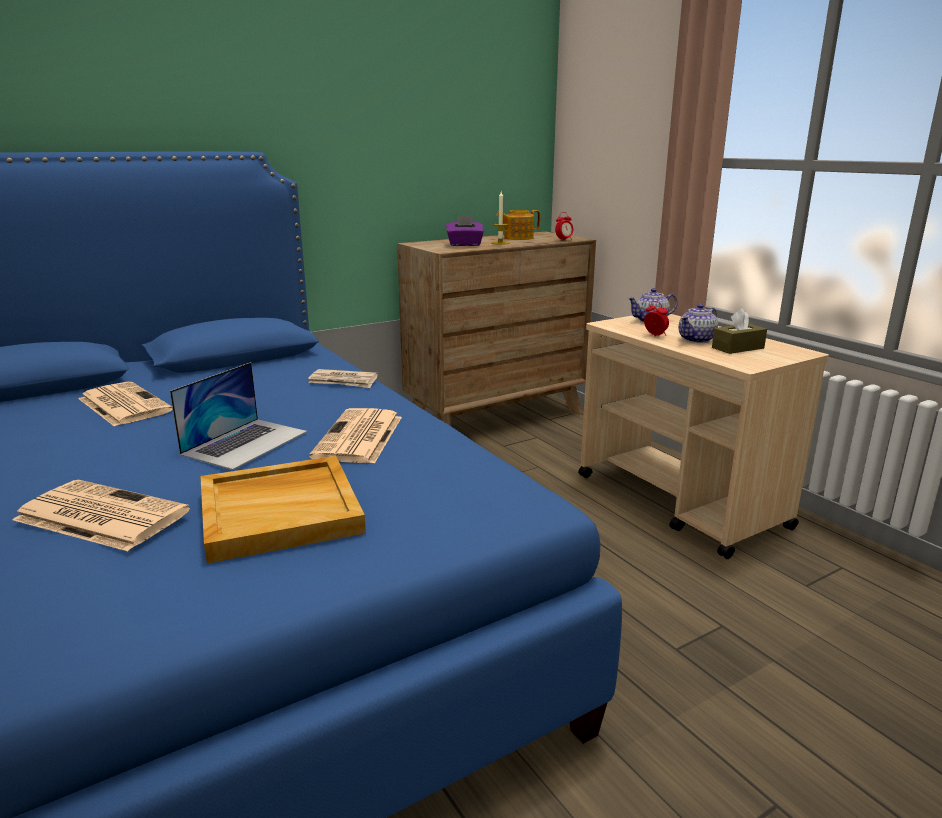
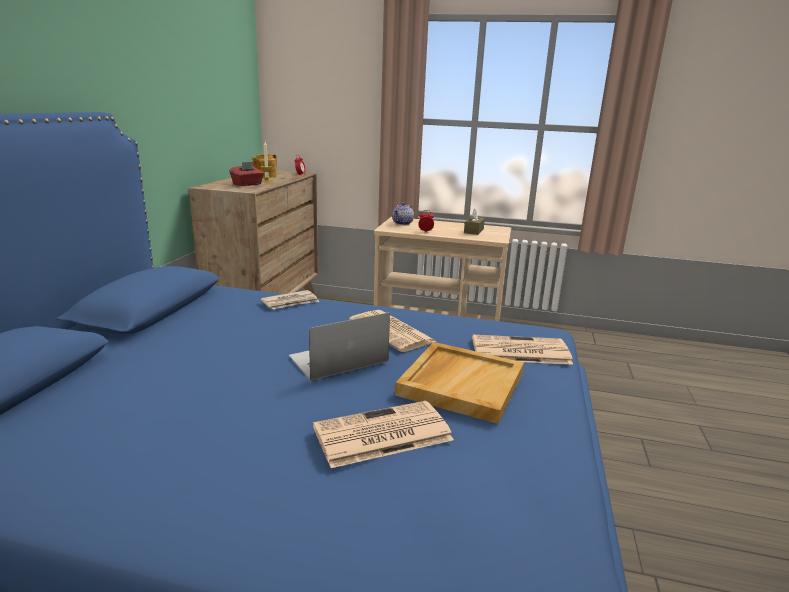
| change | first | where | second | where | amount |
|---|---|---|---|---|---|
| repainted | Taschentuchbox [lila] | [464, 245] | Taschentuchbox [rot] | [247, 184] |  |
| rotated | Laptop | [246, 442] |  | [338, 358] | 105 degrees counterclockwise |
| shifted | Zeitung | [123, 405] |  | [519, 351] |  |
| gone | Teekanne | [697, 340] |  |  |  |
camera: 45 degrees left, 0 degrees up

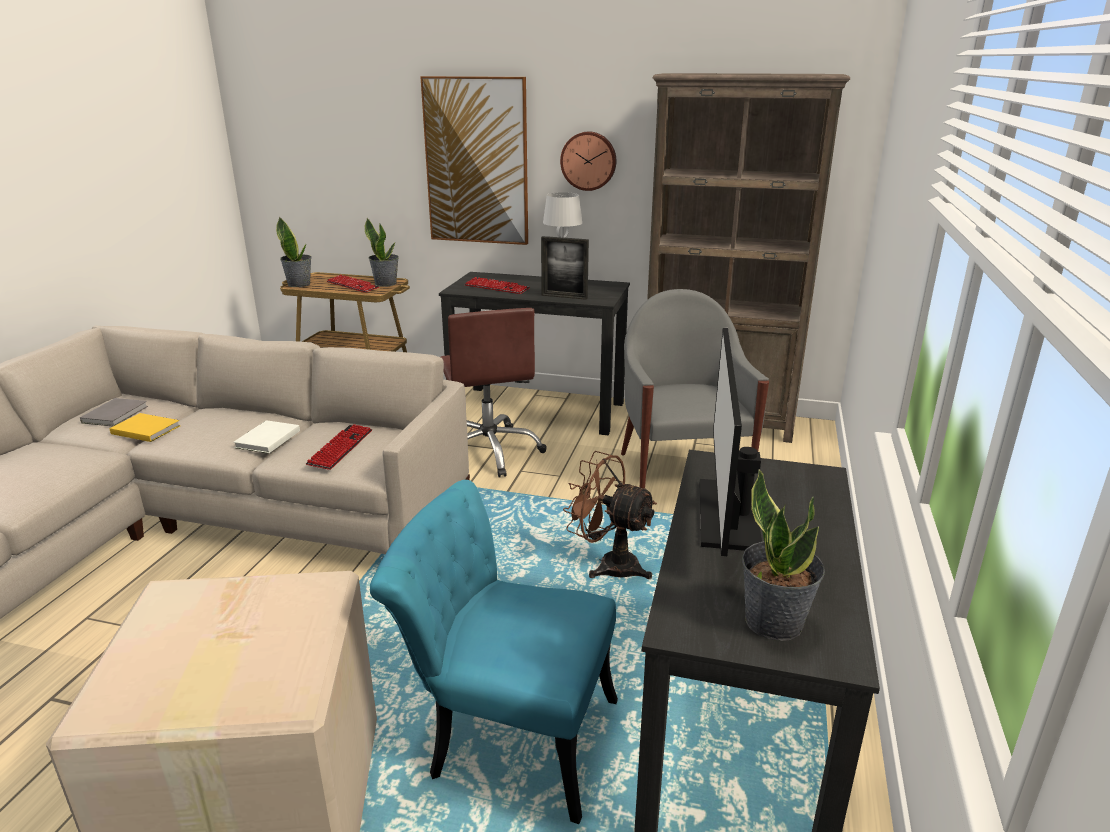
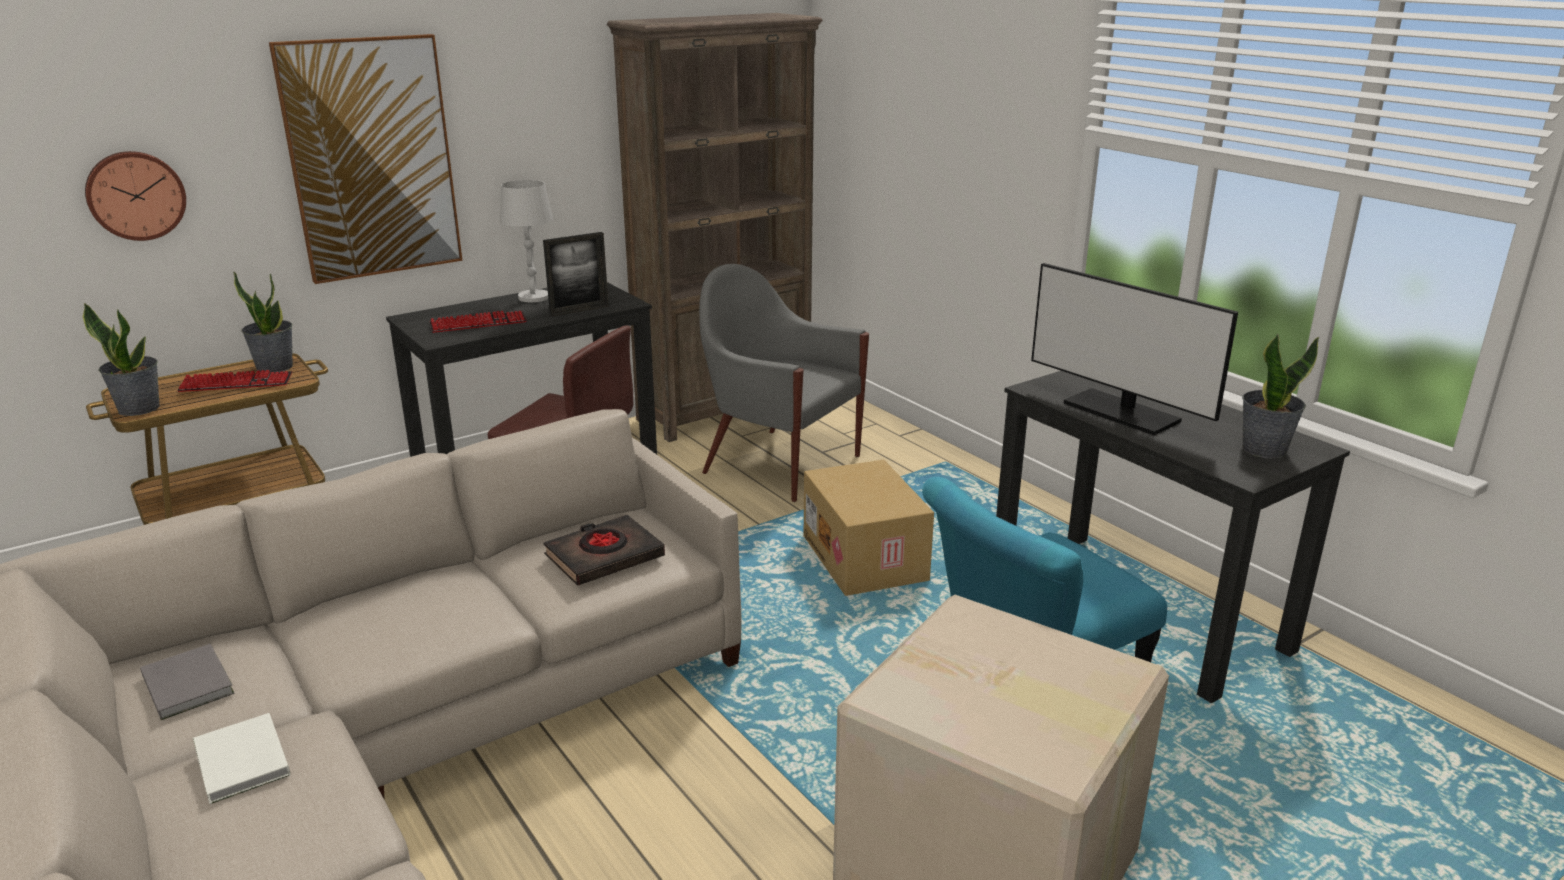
| change | first | where | second | where | amount |
|---|---|---|---|---|---|
| shifted | Wanduhr | [589, 161] |  | [135, 195] |  |
| shifted | Buch [weiß] | [266, 440] |  | [241, 763] |  |
| swapped | Tastatur | [340, 448] | Buch [schwarz] | [604, 557] |  |
| swapped | Ventilator [braun] | [609, 564] | Karton | [866, 559] |  |
| gone | Buch [gelb] | [145, 429] |  |  |  |
camera: 50 degrees left, 0 degrees up

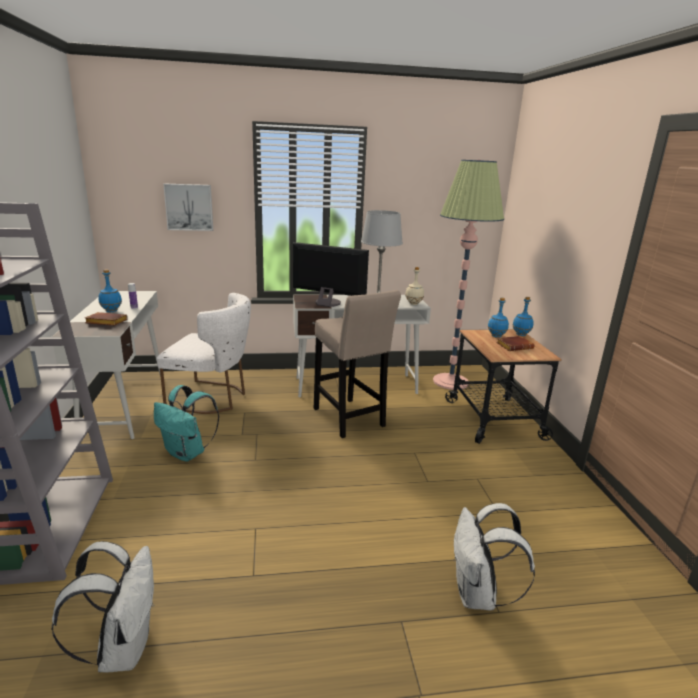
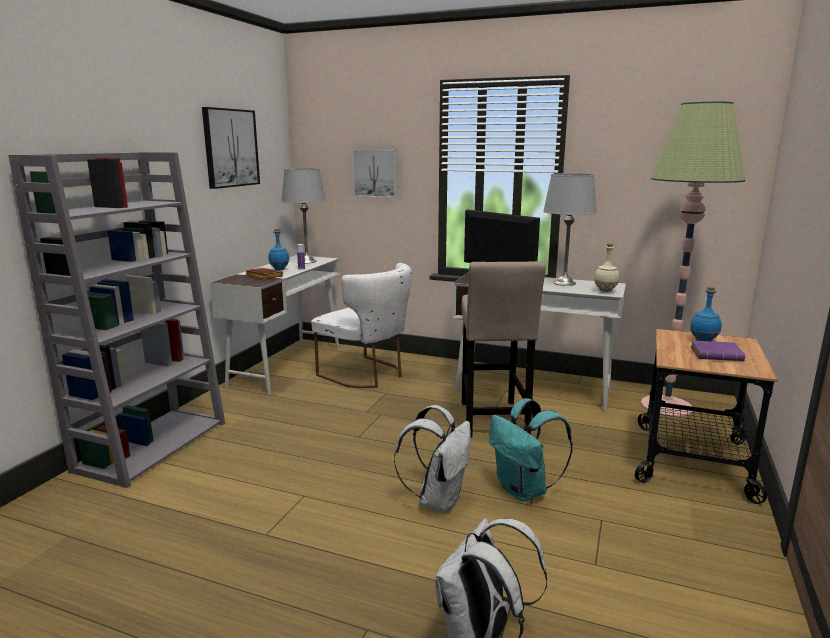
| change | first | where | second | where | amount |
|---|---|---|---|---|---|
| new |  |  | Bild | [230, 148] |  |
| new |  |  | Tischlampe [grau] | [306, 261] |  |
| shifted | Rucksack [weiß] | [123, 647] |  | [438, 500] |  |
| shifted | Rucksack [türkis] | [188, 453] |  | [524, 490] |  |
| repainted | Buch [braun] | [514, 346] | Buch [lila] | [717, 355] |  |
| gone | Flasche [blau] | [521, 335] |  |  |  |
camera: 30 degrees right, 5 degrees down

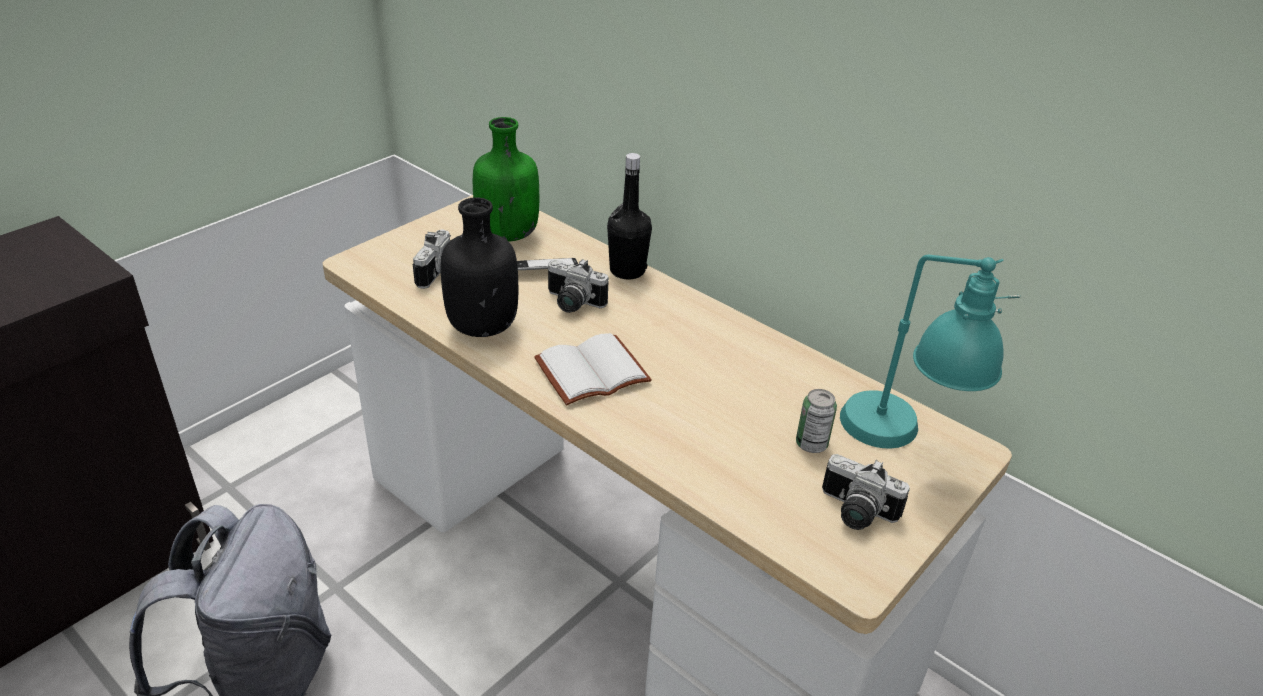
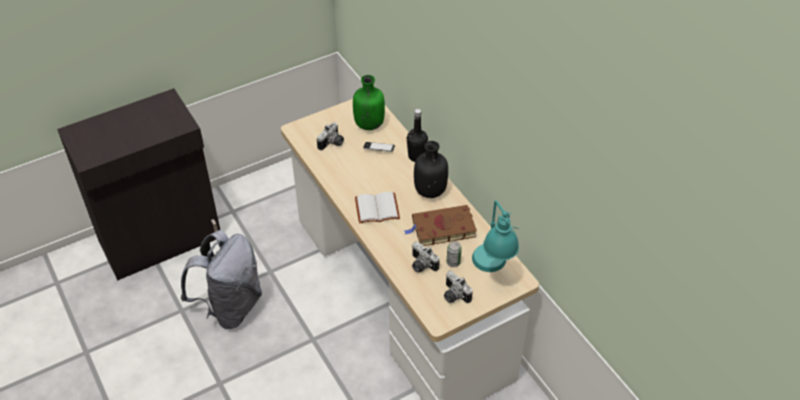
| change | first | where | second | where | amount |
|---|---|---|---|---|---|
| new |  |  | Buch [braun] | [442, 229] |  |
| shifted | Kamera | [572, 304] |  | [421, 265] |  |
| shifted | Flasche [schwarz] | [481, 326] |  | [429, 190] |  |
camera: 20 degrees right, 10 degrees up

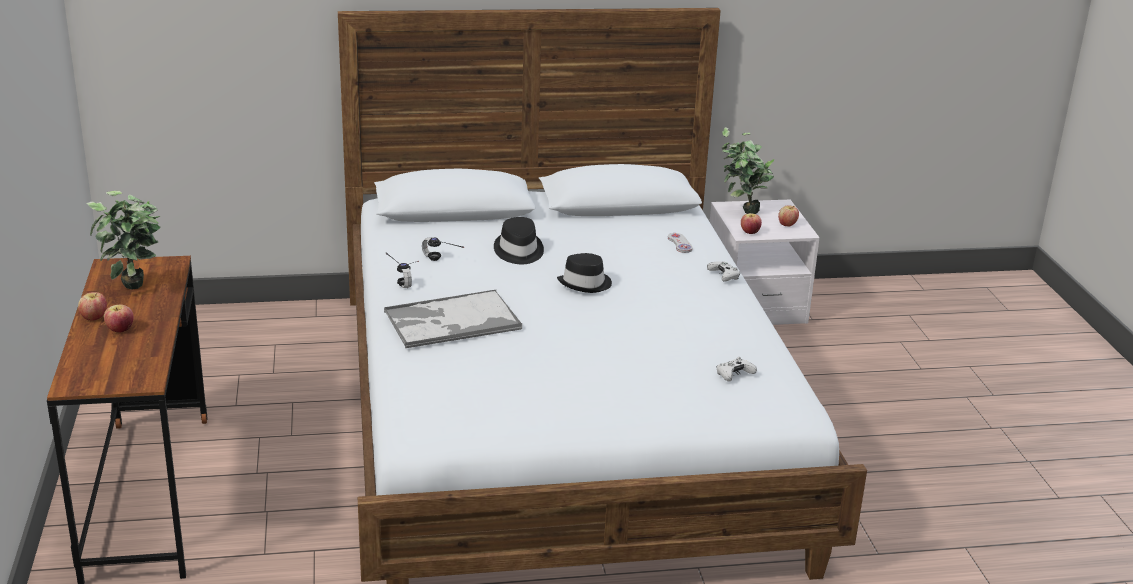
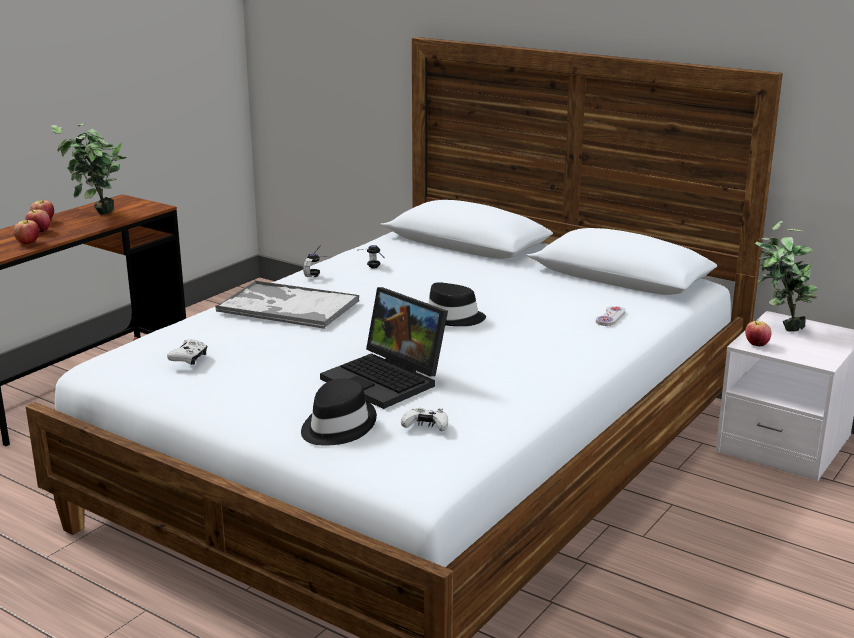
| change | first | where | second | where | amount |
|---|---|---|---|---|---|
| shifted | Apfel | [787, 225] |  | [28, 243] |  |
| shifted | Gamepad [weiß] | [724, 276] |  | [189, 358] |  |
| shifted | Hut [schwarz] | [518, 251] |  | [337, 426] |  |
| new |  |  | Laptop | [387, 380] |  |
camera: 45 degrees right, 5 degrees down

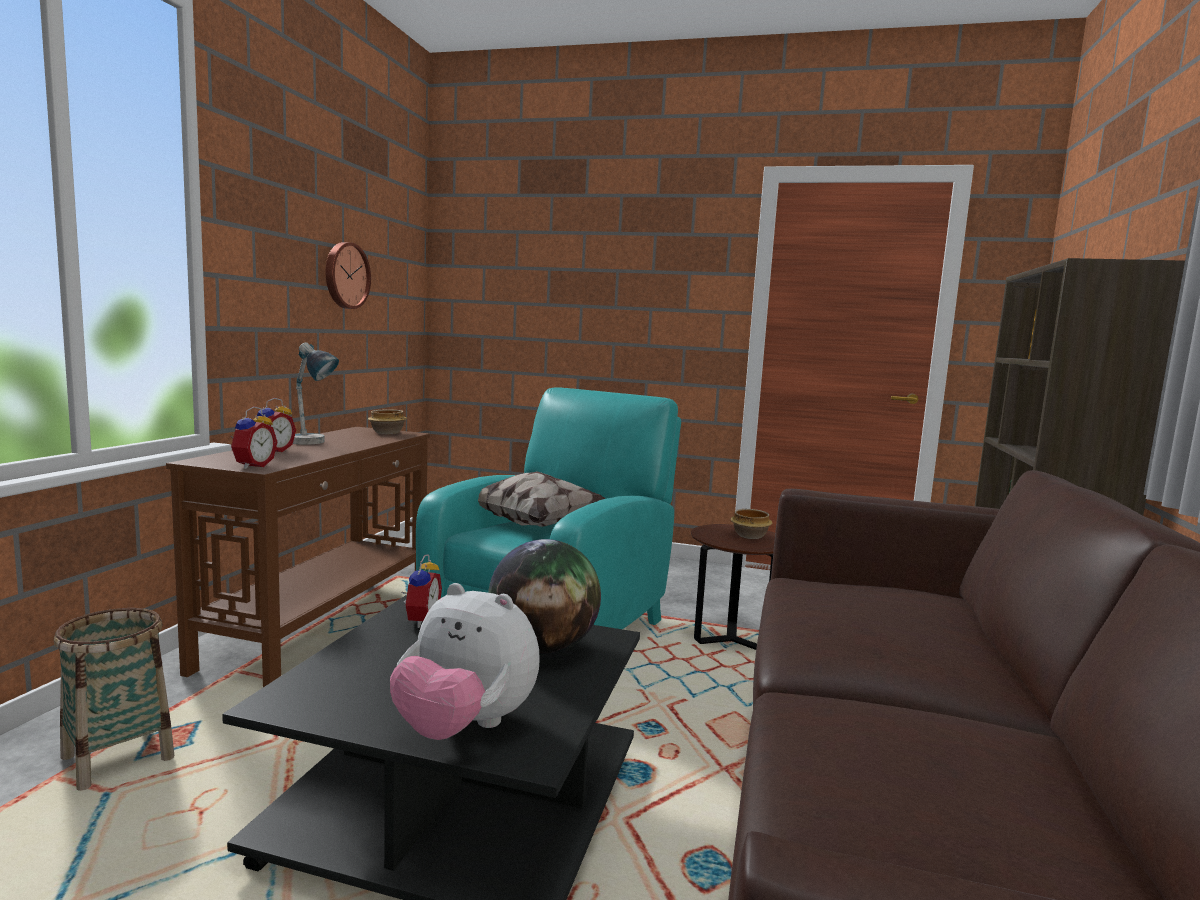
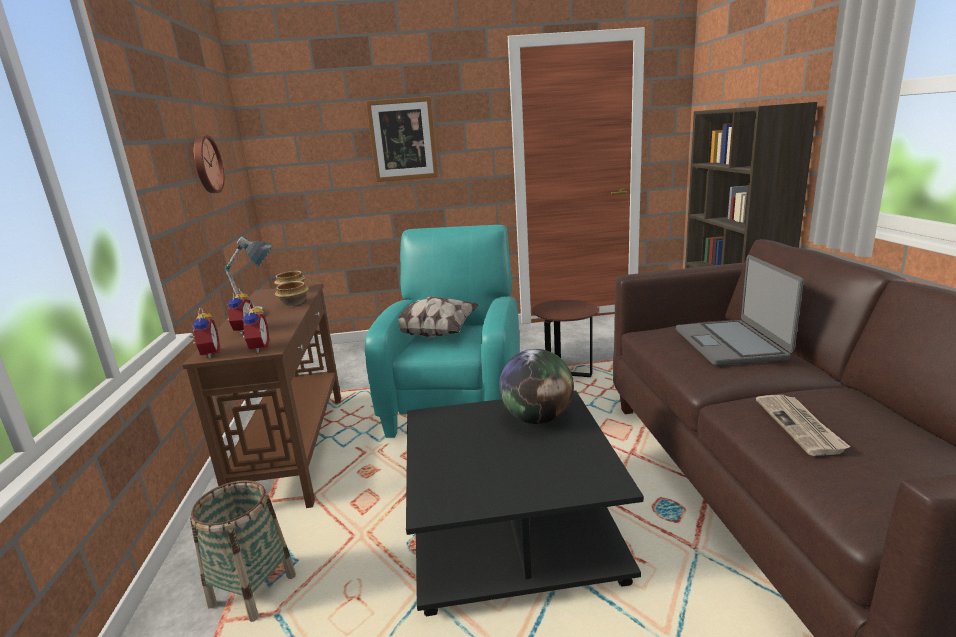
| change | first | where | second | where | amount |
|---|---|---|---|---|---|
| shifted | Wecker | [420, 620] |  | [208, 354] |  |
| shifted | Schüssel | [751, 536] |  | [294, 303] |  |
| new |  |  | Bild | [403, 139] |  |
| new |  |  | Laptop | [731, 344] |  |
| new |  |  | Zeitung | [800, 426] |  |
| gone | Plüschtier | [464, 727] |  |  |  |
camera: 20 degrees left, 10 degrees up

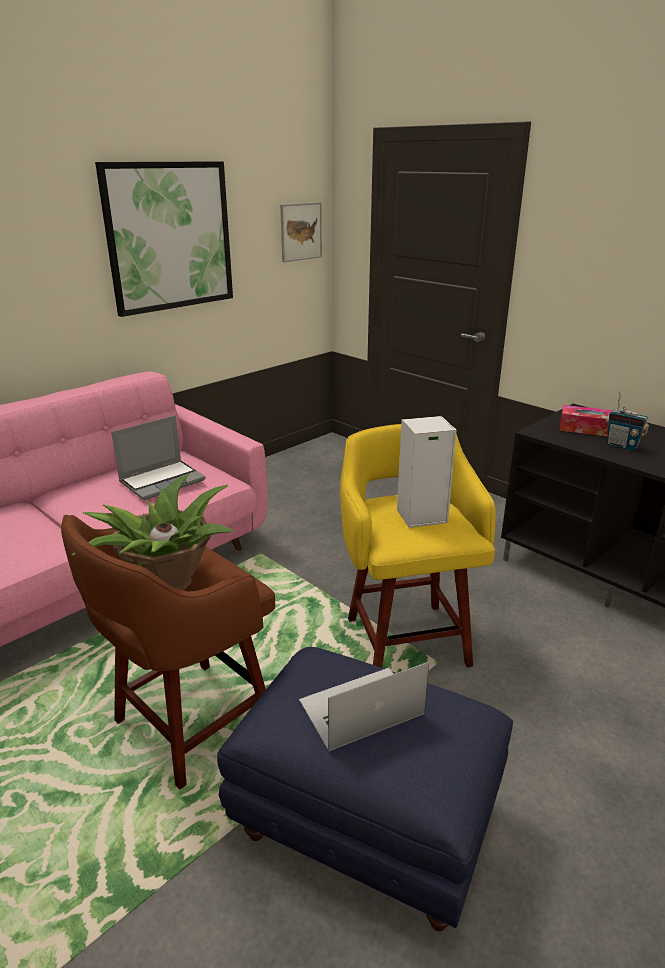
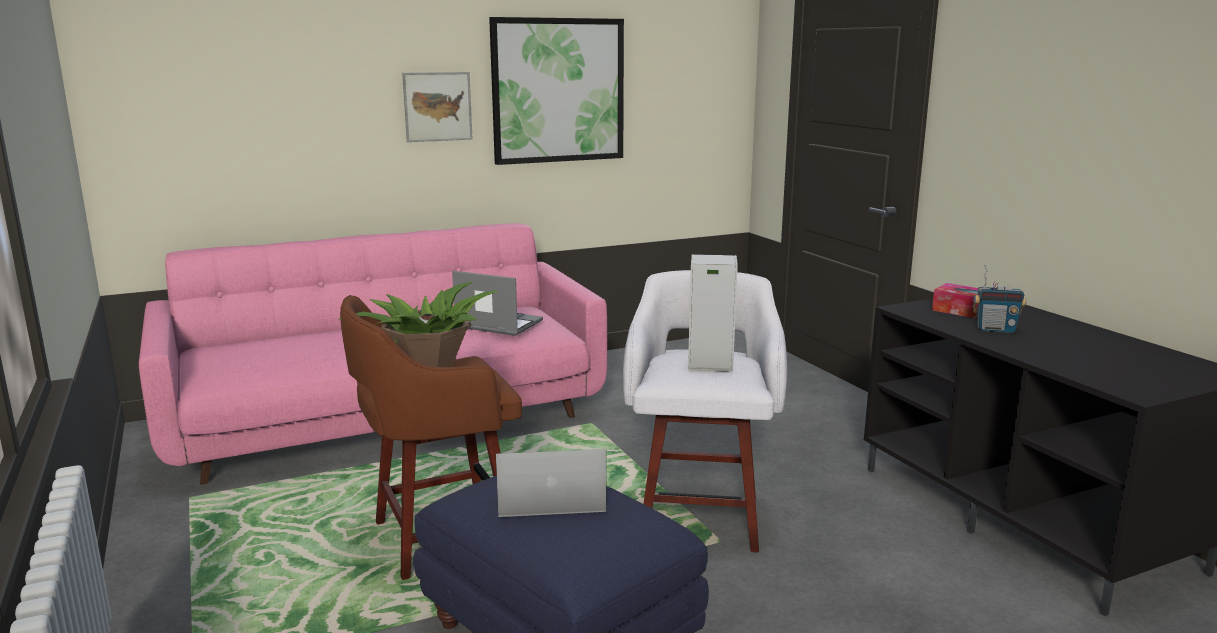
| change | first | where | second | where | amount |
|---|---|---|---|---|---|
| shifted | Bild | [301, 231] |  | [437, 106] |  |
| rotated | Laptop | [162, 481] |  | [497, 324] | 135 degrees counterclockwise |
| repainted | Hocker [gelb] | [405, 638] | Hocker [weiß] | [699, 516] |  |
| rotated | Radio | [621, 446] |  | [995, 329] | 45 degrees counterclockwise |
camera: 20 degrees right, 10 degrees down

